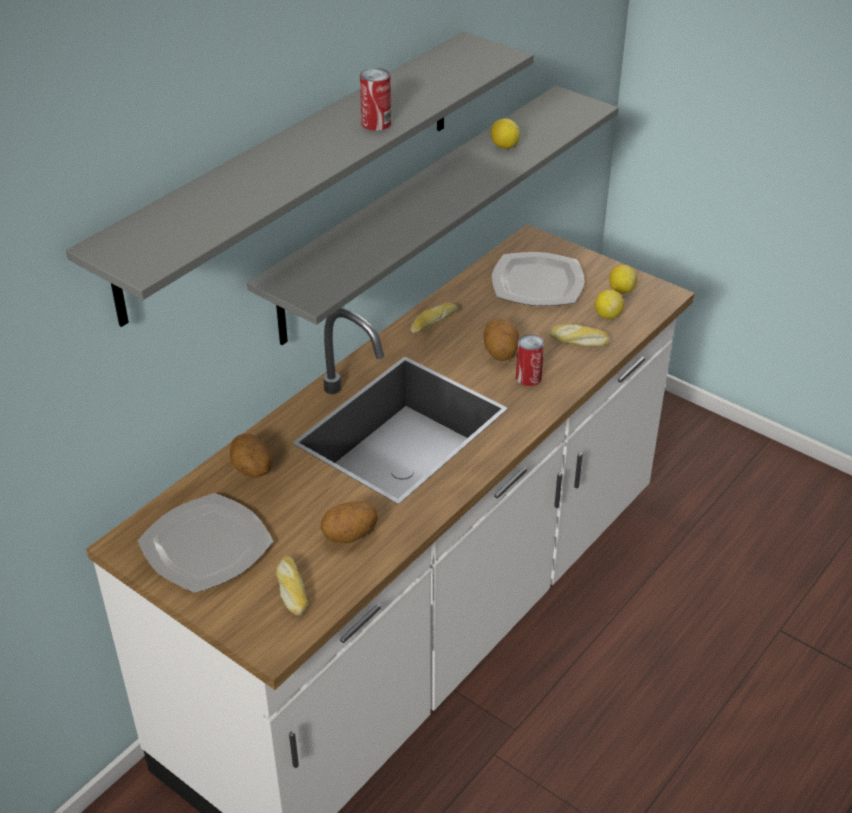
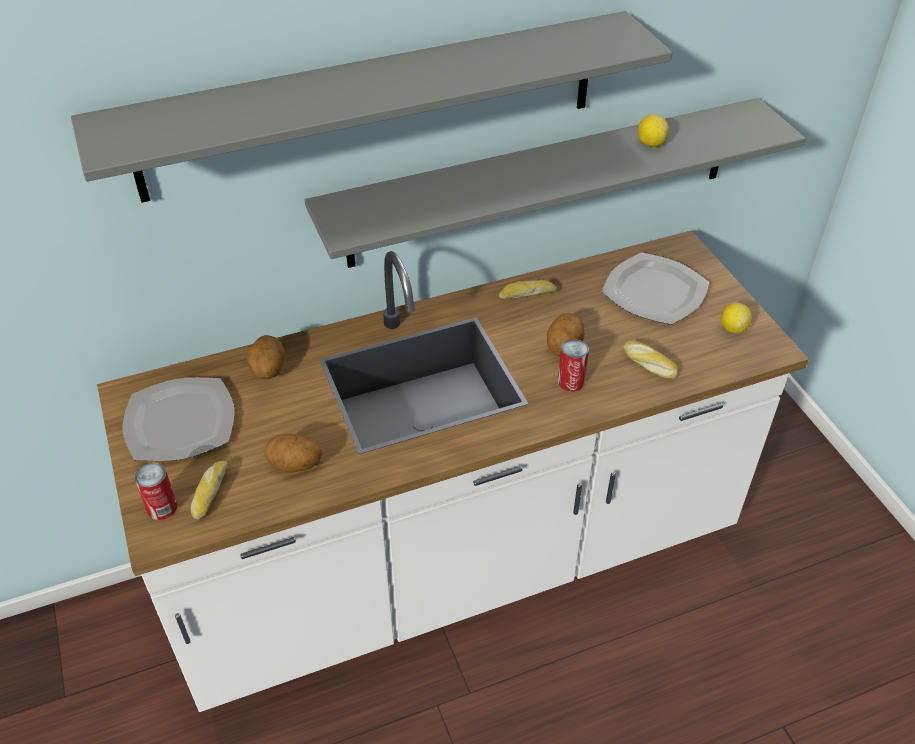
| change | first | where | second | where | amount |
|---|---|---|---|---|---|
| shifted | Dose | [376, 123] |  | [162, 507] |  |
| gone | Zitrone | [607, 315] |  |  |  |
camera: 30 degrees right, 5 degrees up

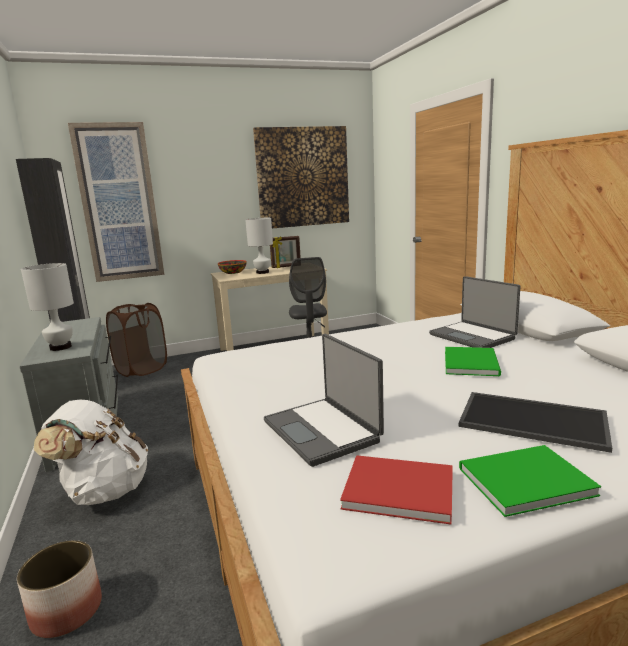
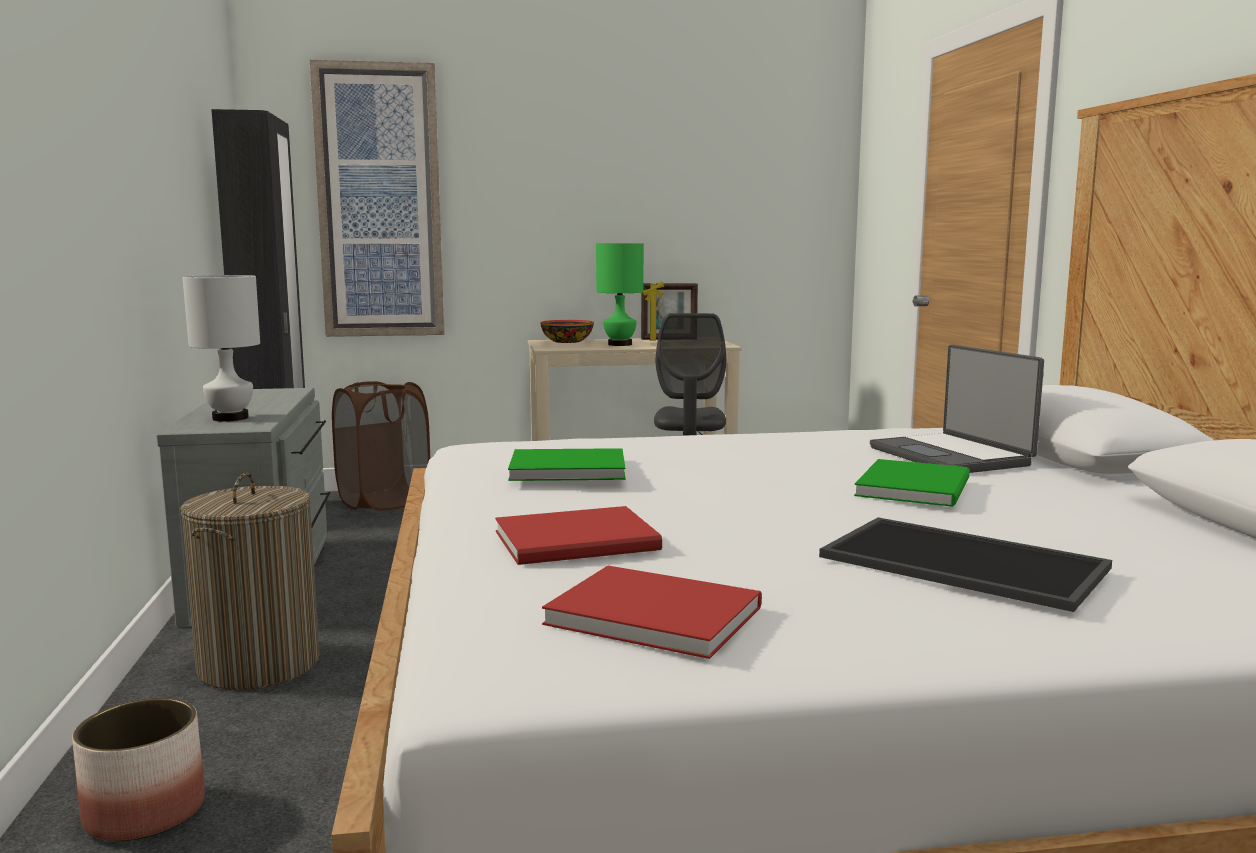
| change | first | where | second | where | amount |
|---|---|---|---|---|---|
| swapped | Rucksack [weiß] | [104, 491] | Wäschekorb | [259, 664] |  |
| swapped | Laptop | [323, 431] | Buch [rot] | [581, 541] |  |
| shifted | Buch [grün] | [520, 480] |  | [564, 468] |  |
| repainted | Tischlampe [weiß] | [262, 272] | Tischlampe [grün] | [620, 344] |  |
| gone | Bild | [303, 177] |  |  |  |
camera: 10 degrees right, 5 degrees down

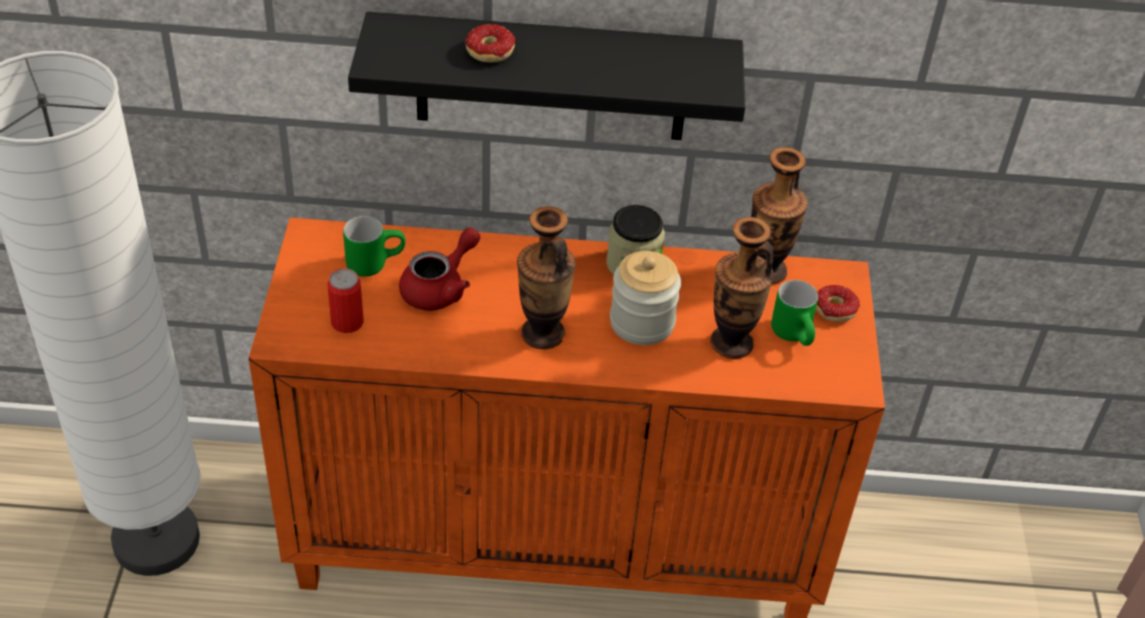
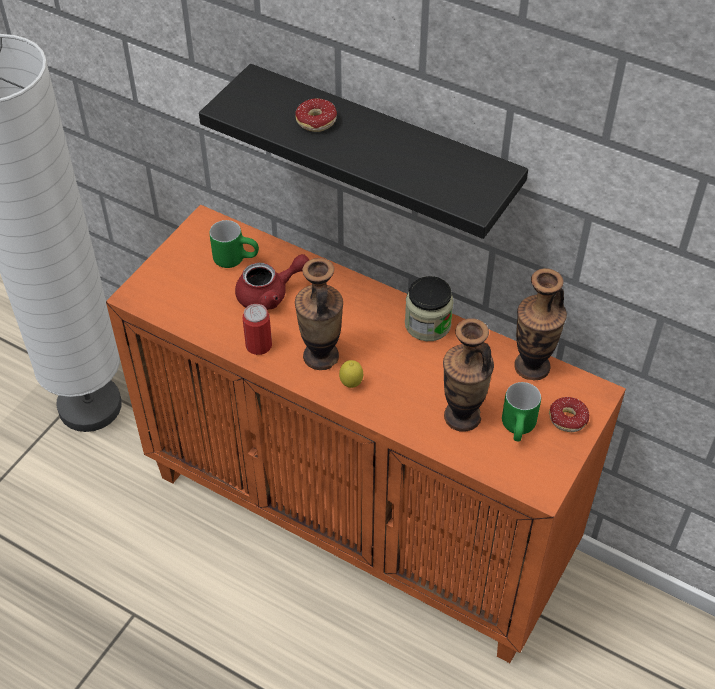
| change | first | where | second | where | amount |
|---|---|---|---|---|---|
| shifted | Dose | [347, 322] |  | [258, 345] |  |
| new |  |  | Zitrone | [351, 384] |  |
| gone | Vorratsglas | [642, 322] |  |  |  |
camera: 30 degrees right, 5 degrees up

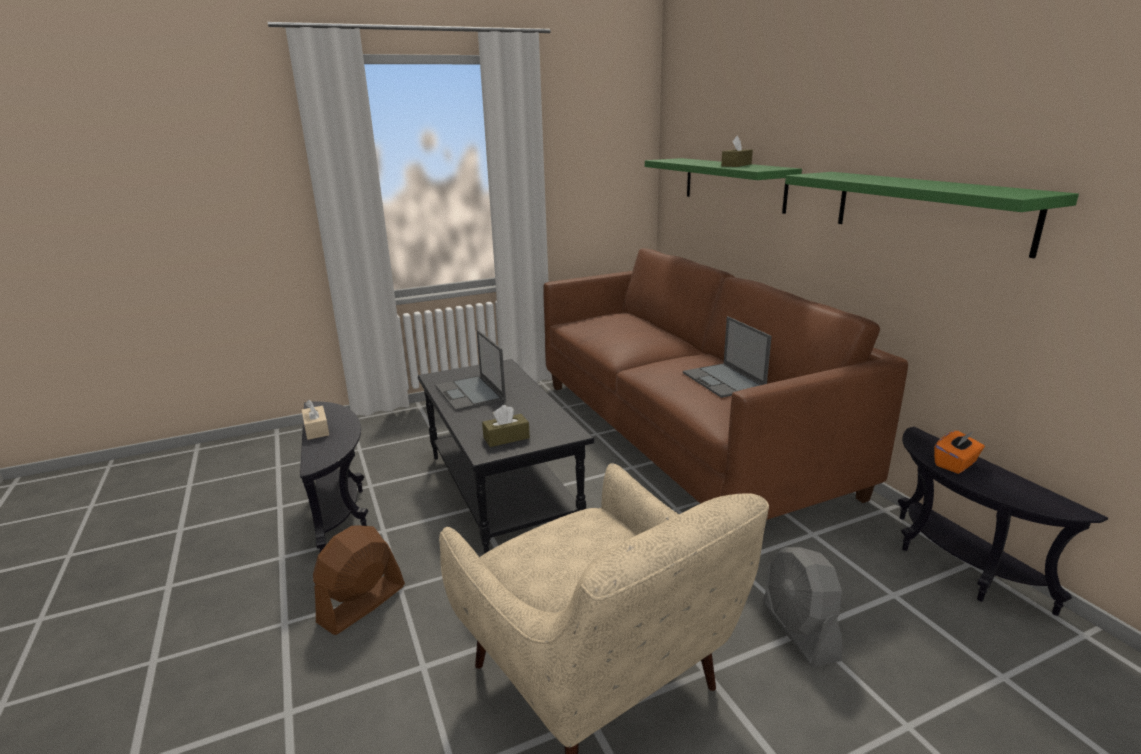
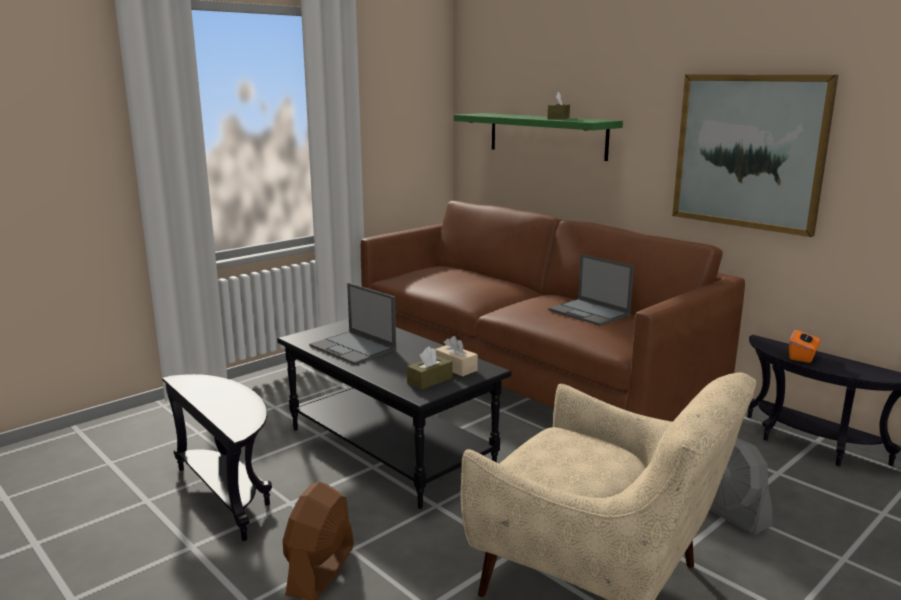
| change | first | where | second | where | amount |
|---|---|---|---|---|---|
| shifted | Taschentuchbox [beige] | [316, 429] |  | [455, 368] |  |
| swapped | Wandregal [grün] | [928, 209] | Bild | [749, 151] |  |
camera: 20 degrees left, 5 degrees down

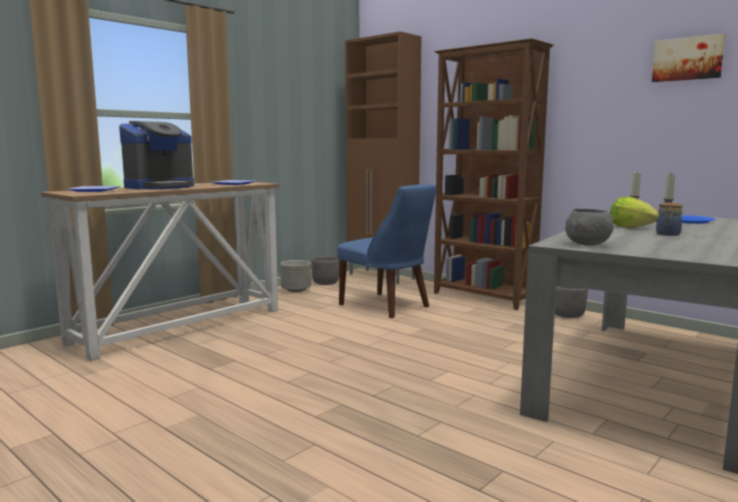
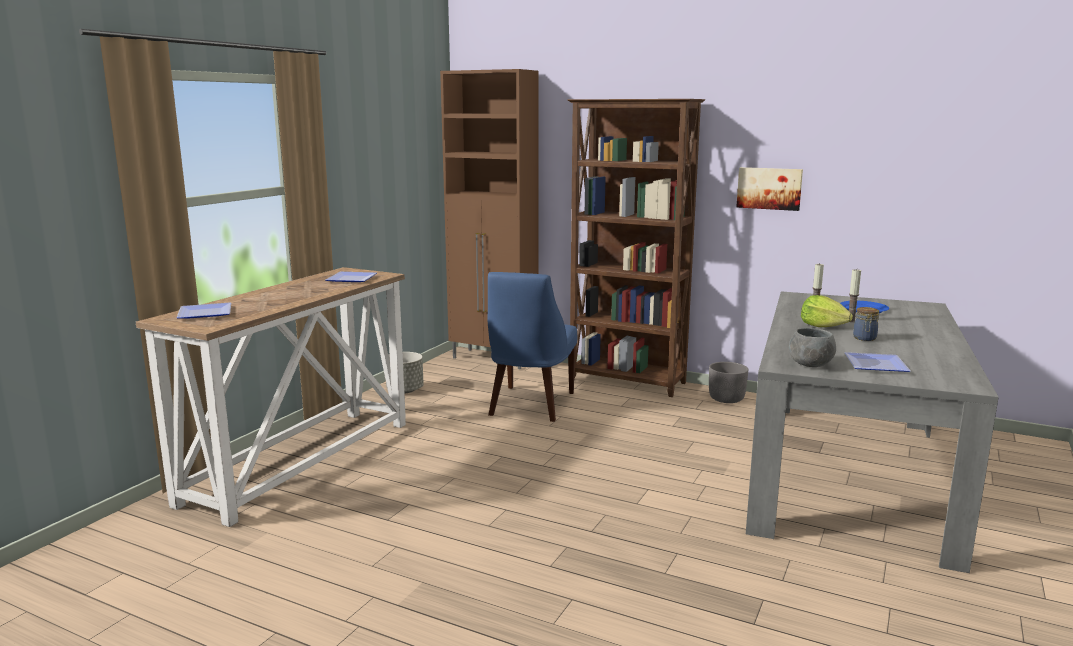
| change | first | where | second | where | amount |
|---|---|---|---|---|---|
| rotated | Stuhl [blau] | [387, 306] |  | [530, 405] | 75 degrees clockwise |
| shifted | Bild | [687, 59] |  | [769, 188] |  |
| new |  |  | Teller | [878, 366] |  |
| gone | Kaffeemaschine | [160, 187] |  |  |  |
| gone | Pflanzkübel [grau] | [326, 283] |  |  |  |
camera: 15 degrees left, 5 degrees up

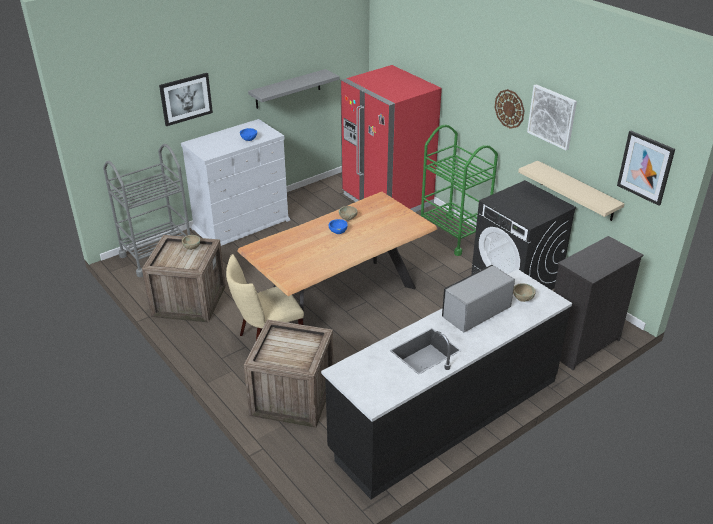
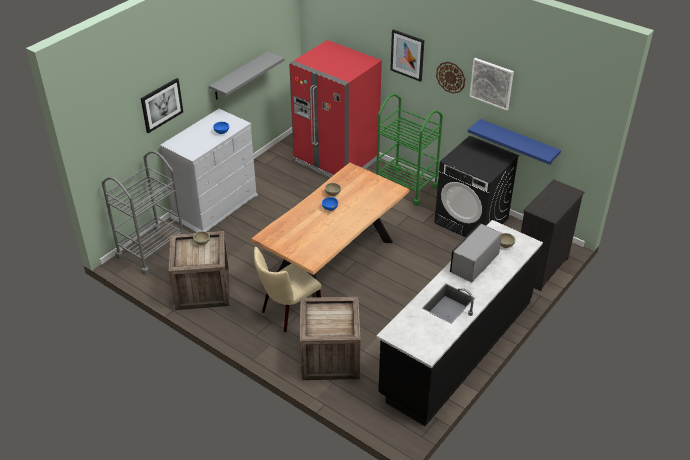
| change | first | where | second | where | amount |
|---|---|---|---|---|---|
| shifted | Bild | [645, 167] |  | [407, 55] |  |
| repainted | Wandregal [beige] | [577, 191] | Wandregal [blau] | [518, 142] |  |
camera: 15 degrees left, 5 degrees up

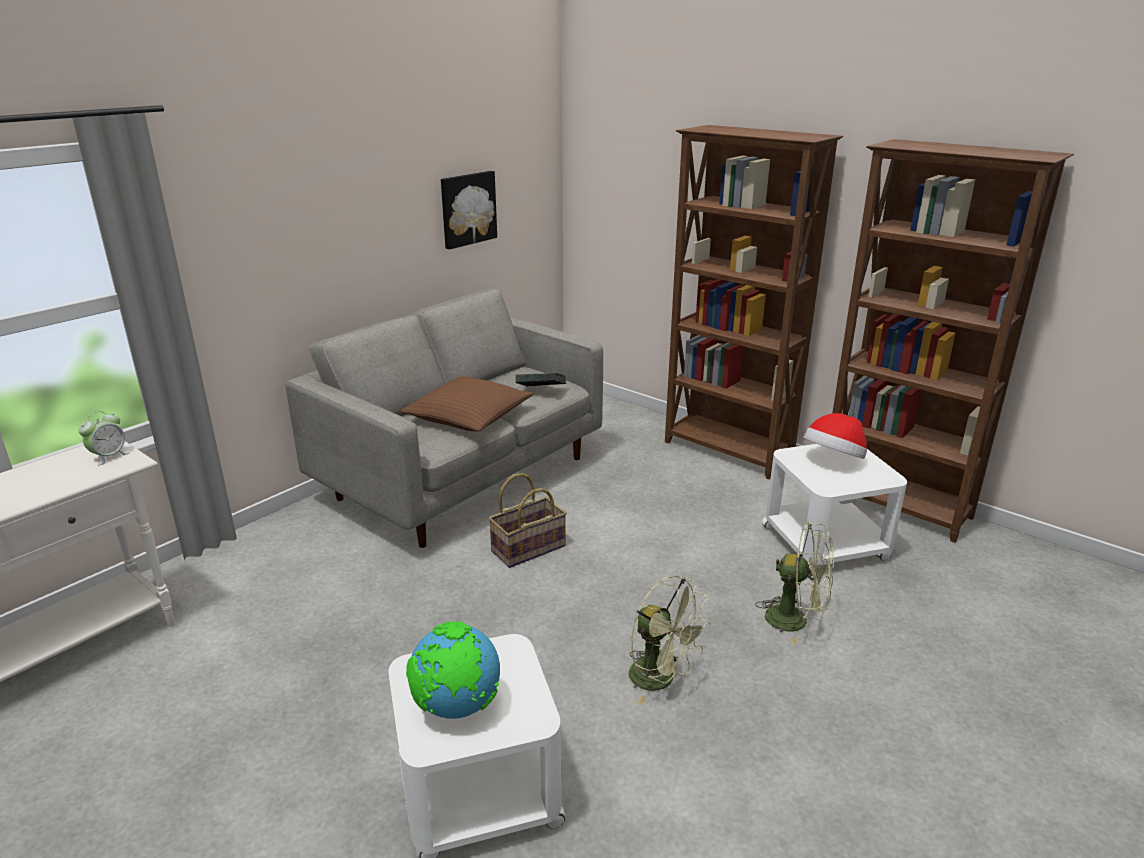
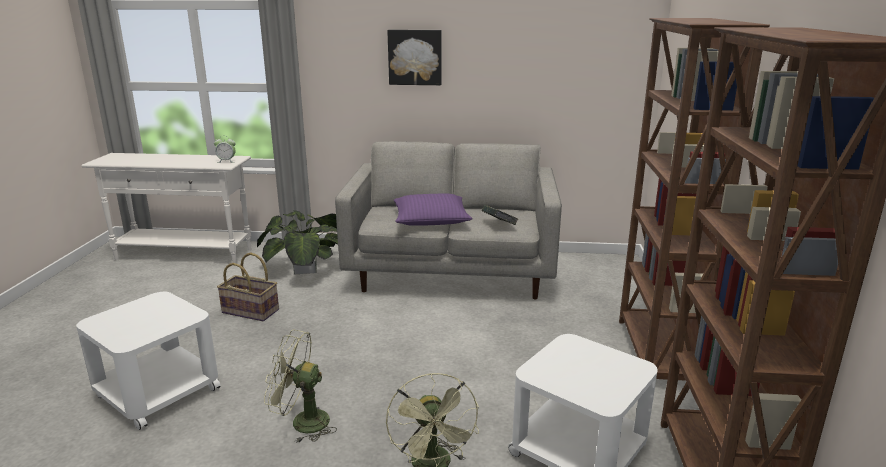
| change | first | where | second | where | amount |
|---|---|---|---|---|---|
| shifted | Korb | [528, 548] |  | [251, 311] |  |
| new |  |  | Topfpflanze | [305, 269] |  |
| rotated | Ventilator [grün] | [661, 679] |  | [302, 422] | 90 degrees clockwise |
| shifted | Bild | [467, 209] |  | [415, 57] |  |
| repainted | Kissen [braun] | [468, 416] | Kissen [lila] | [430, 219] |  |
| gone | Globus | [457, 707] |  |  |  |
| gone | Hut | [833, 460] |  |  |  |
camera: 55 degrees right, 5 degrees down

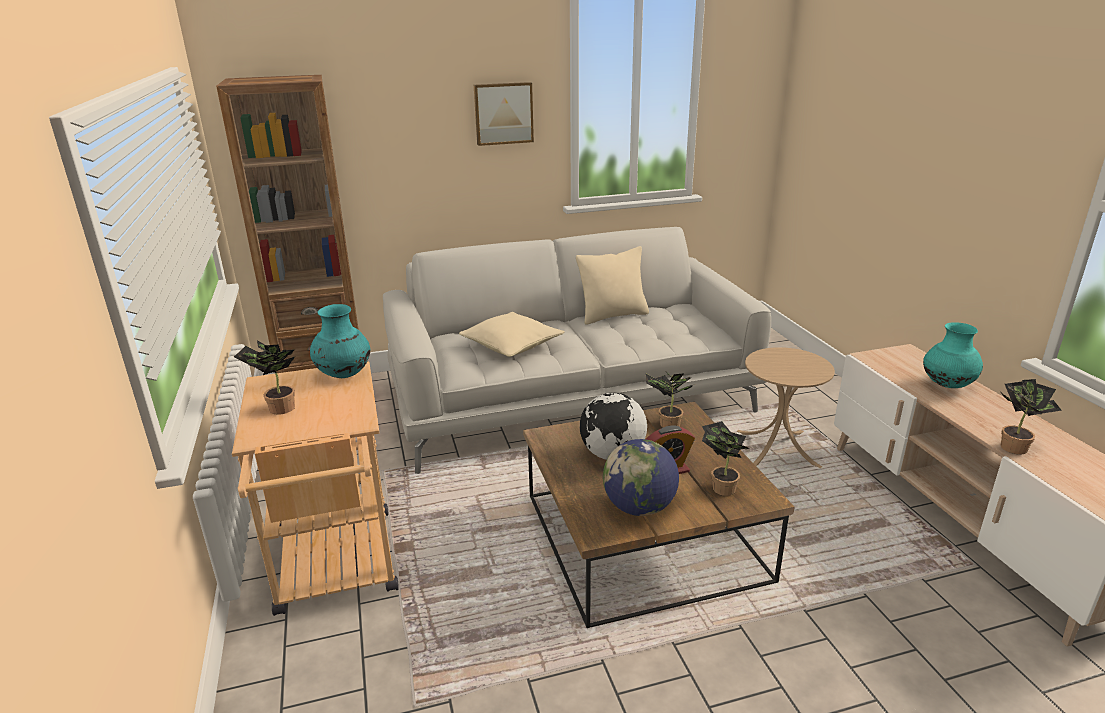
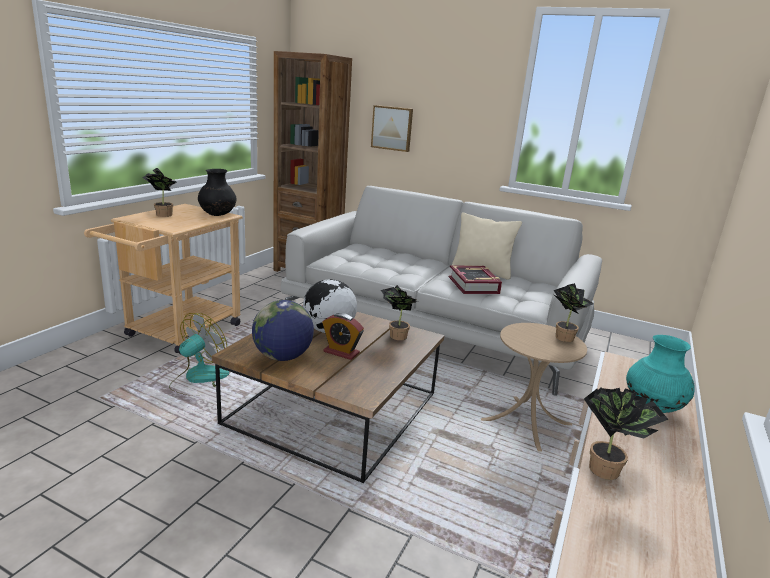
| change | first | where | second | where | amount |
|---|---|---|---|---|---|
| new |  |  | Ventilator | [199, 380] |  |
| repainted | Vase [türkis] | [343, 374] | Vase [schwarz] | [217, 215] |  |
| shifted | Bild | [503, 113] |  | [392, 128] |  |
| new |  |  | Buch | [474, 285] |  |
| shifted | Topfpflanze | [721, 487] |  | [563, 336] |  |
| gone | Kissen [beige] | [512, 345] |  |  |  |
camera: 40 degrees right, 5 degrees down

